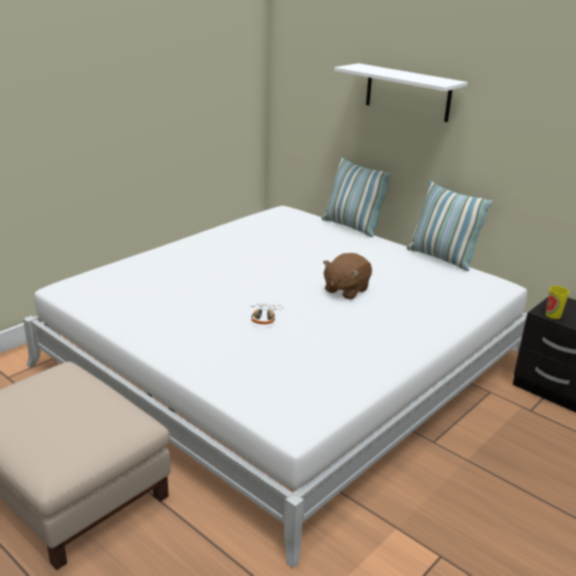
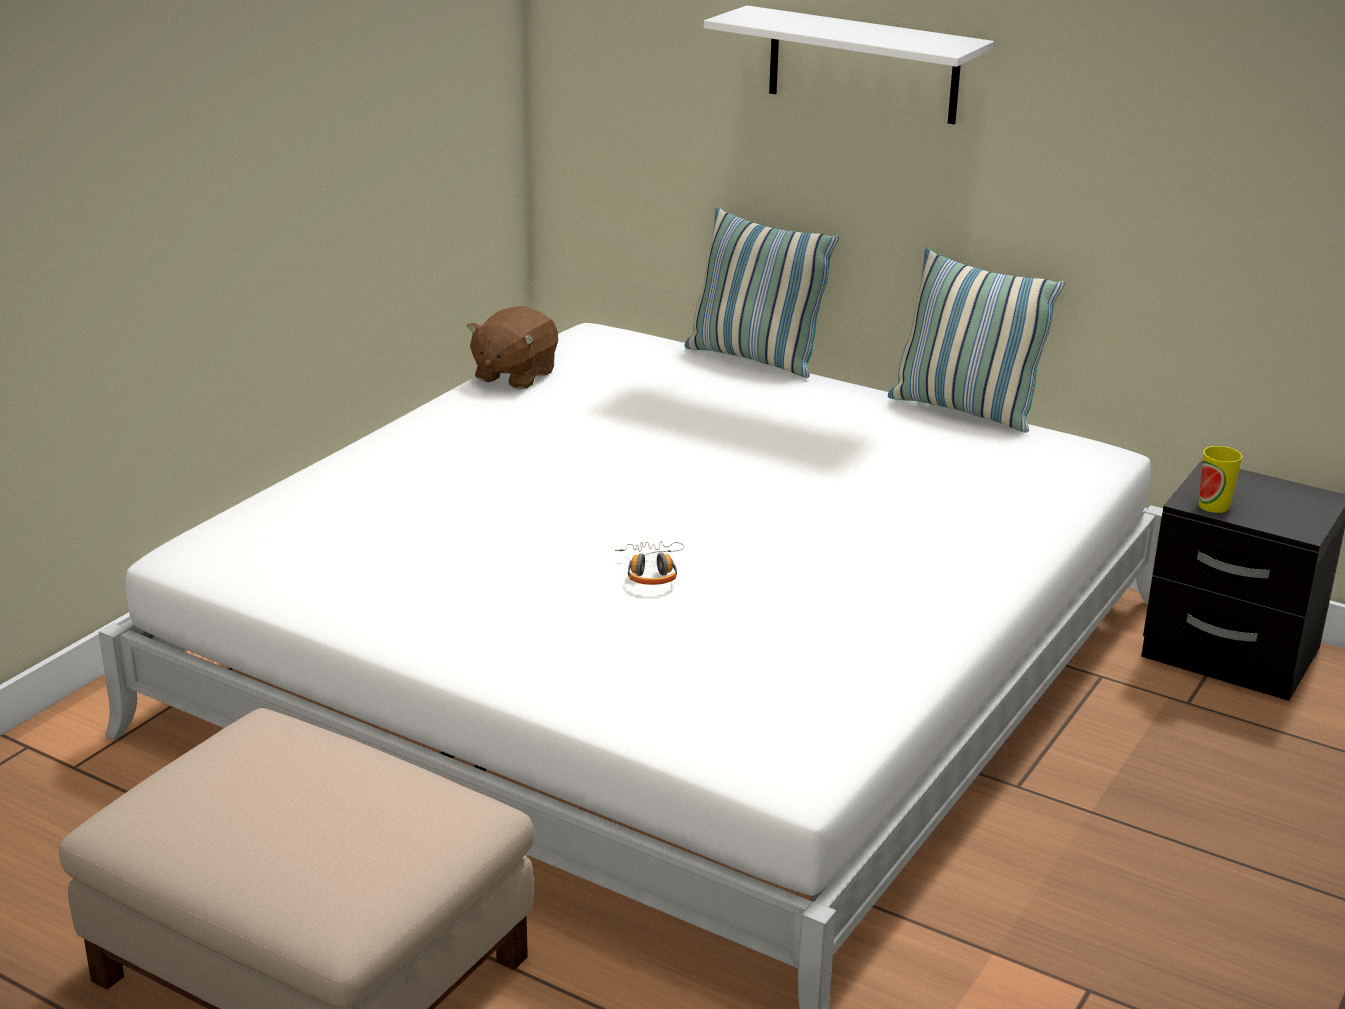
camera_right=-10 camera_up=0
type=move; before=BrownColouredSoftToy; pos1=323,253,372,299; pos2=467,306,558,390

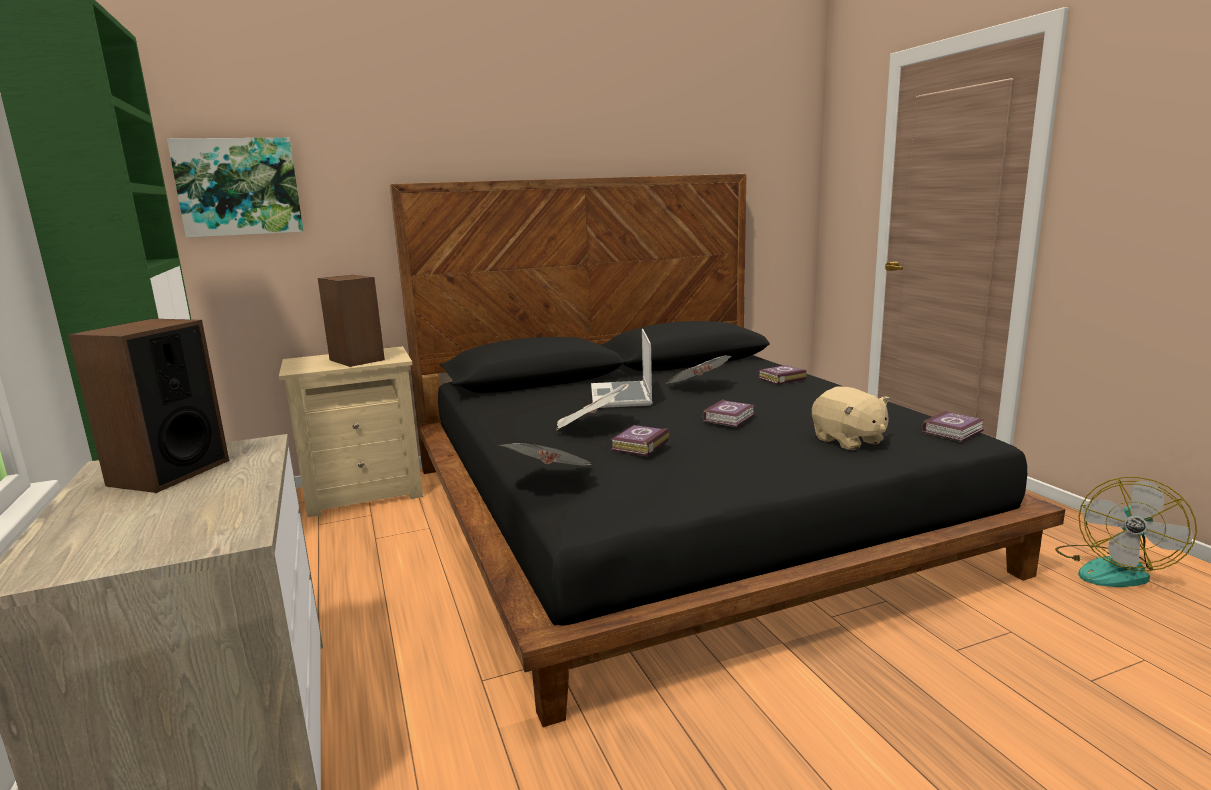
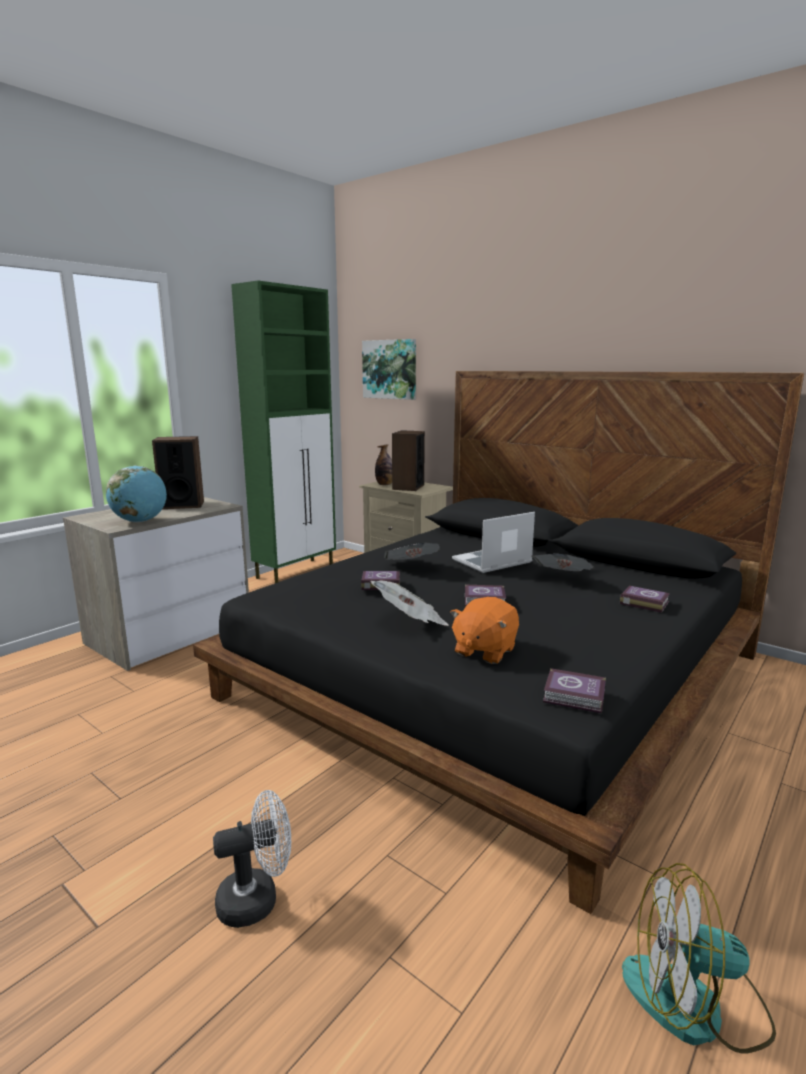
camera_right=60 camera_up=0
type=insert; after=WorldGlobe; pos2=106,465,167,523
type=insert; after=WhitishCoolingFan; pos2=213,790,291,928
type=insert; after=Bottle; pos2=375,444,392,485
type=move; before=DailyPaper; pos1=499,443,591,465; pos2=370,580,449,626
type=recolor; before=BeigeSoftToy; after=OrangeySoftToy; pos1=812,386,890,451; pos2=450,597,519,664

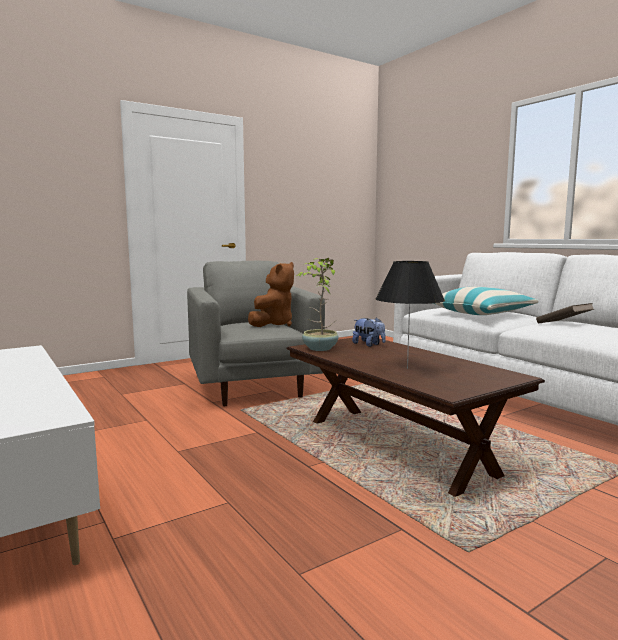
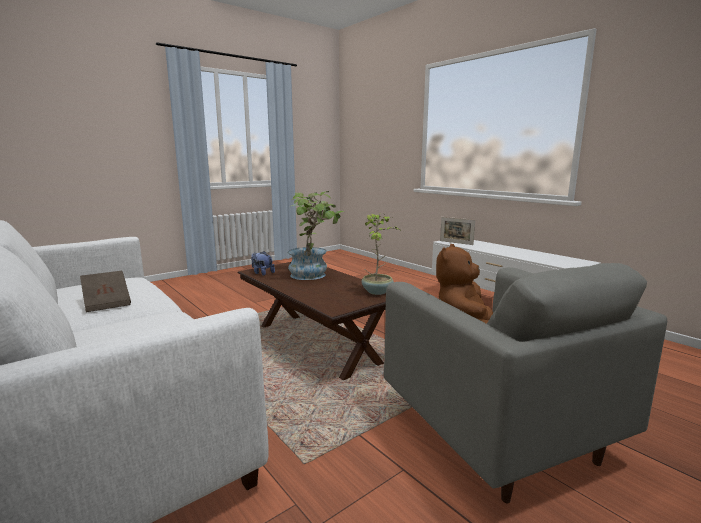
camera_right=175 camera_up=5
type=delete; before=Cushion; pos1=433,287,538,315
type=insert; after=PictureFrame; pos2=440,217,475,245
type=move; before=SoftToy; pos1=352,317,386,347; pos2=251,251,275,276
type=replace; before=BlackColouredTabletopLamp; after=PlantInAPot; pos1=376,261,445,369; pos2=288,191,346,280

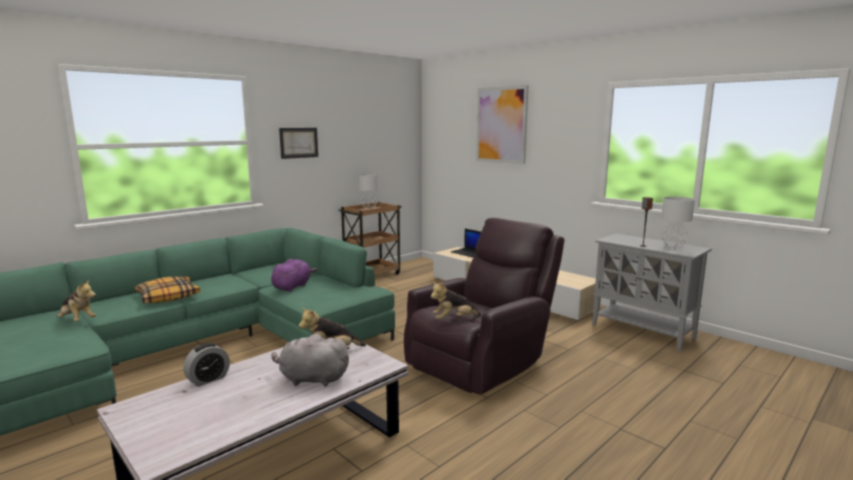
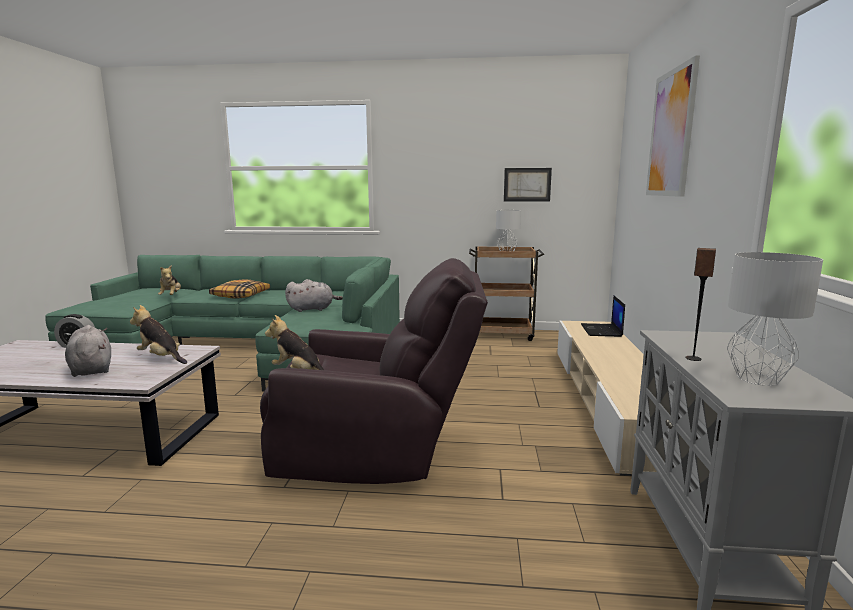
camera_right=50 camera_up=0
type=move; before=WallArt; pos1=279,128,318,159; pos2=504,168,552,201
type=recolor; before=PurplishSoftToy; after=GreyishSoftToy; pos1=271,259,318,292; pos2=285,279,343,312

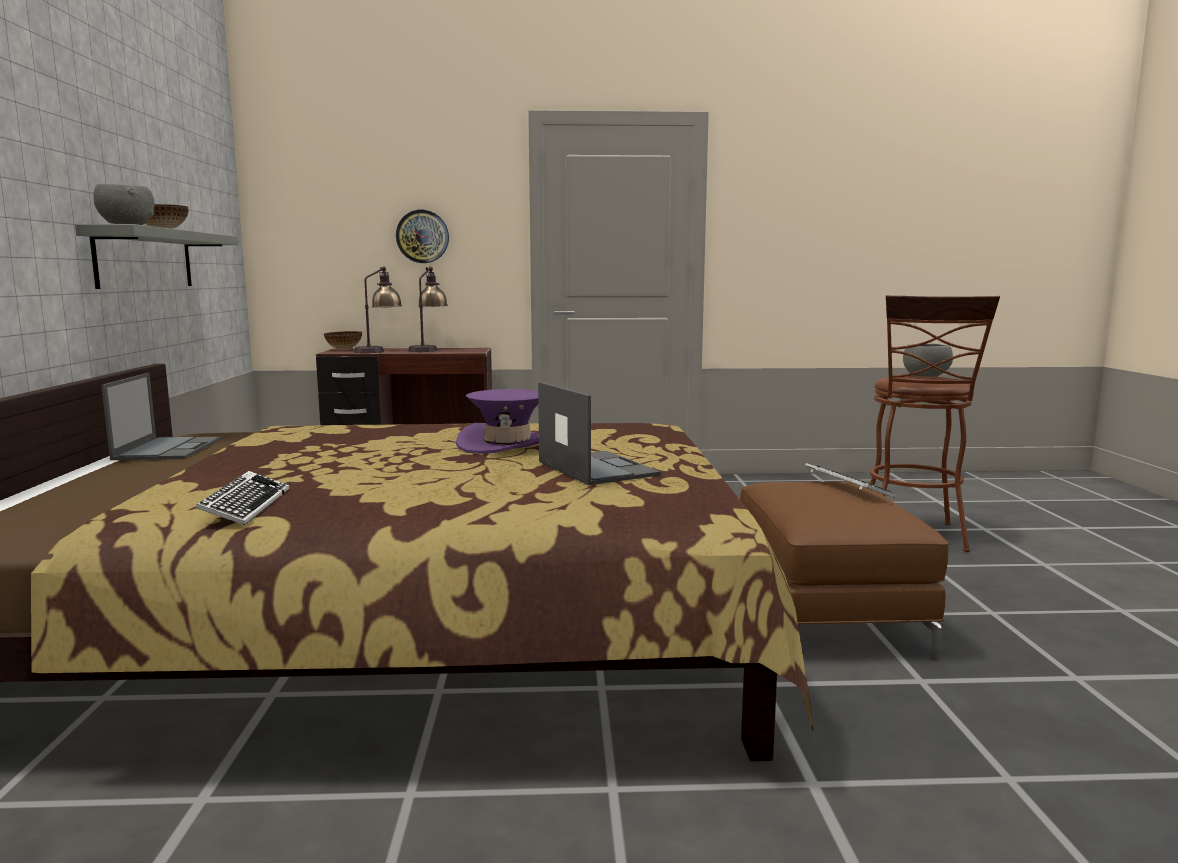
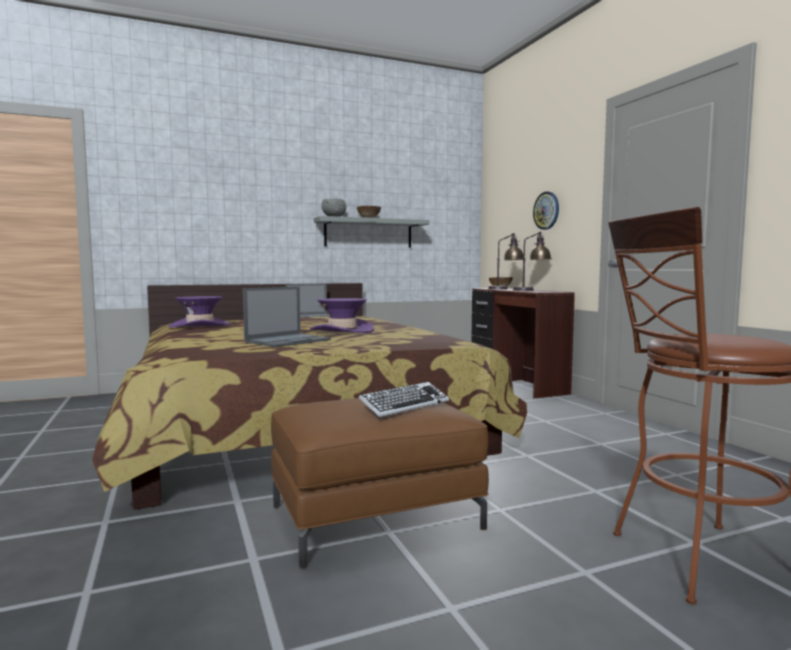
camera_right=70 camera_up=-5
type=delete; before=GreyishServingBowl; pos1=903,344,953,377
type=replace; before=PcKeyboard; after=PurplishWearableHat; pos1=196,471,289,525; pos2=169,296,230,328

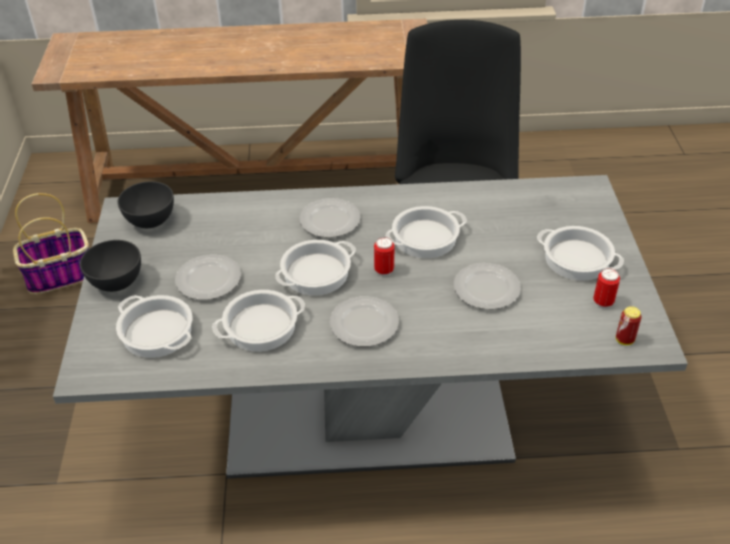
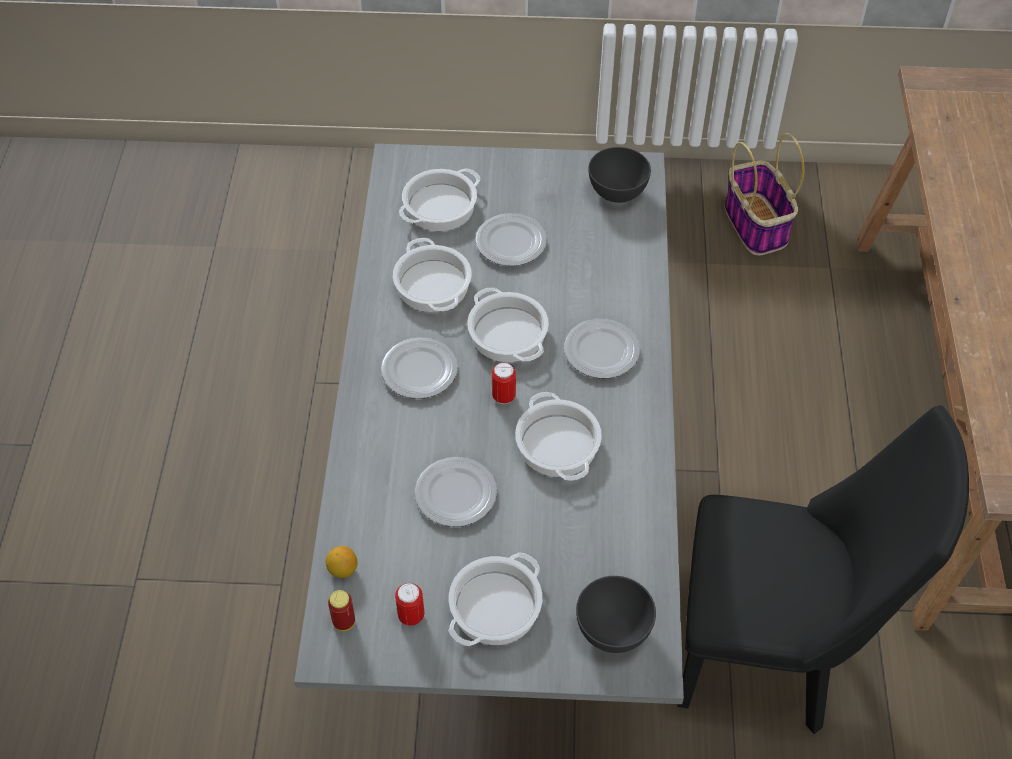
camera_right=95 camera_up=10
type=insert; after=WholeLemon; pos2=326,546,358,578
type=move; before=GreyishServingBowl; pos1=80,240,141,292; pos2=576,576,656,653

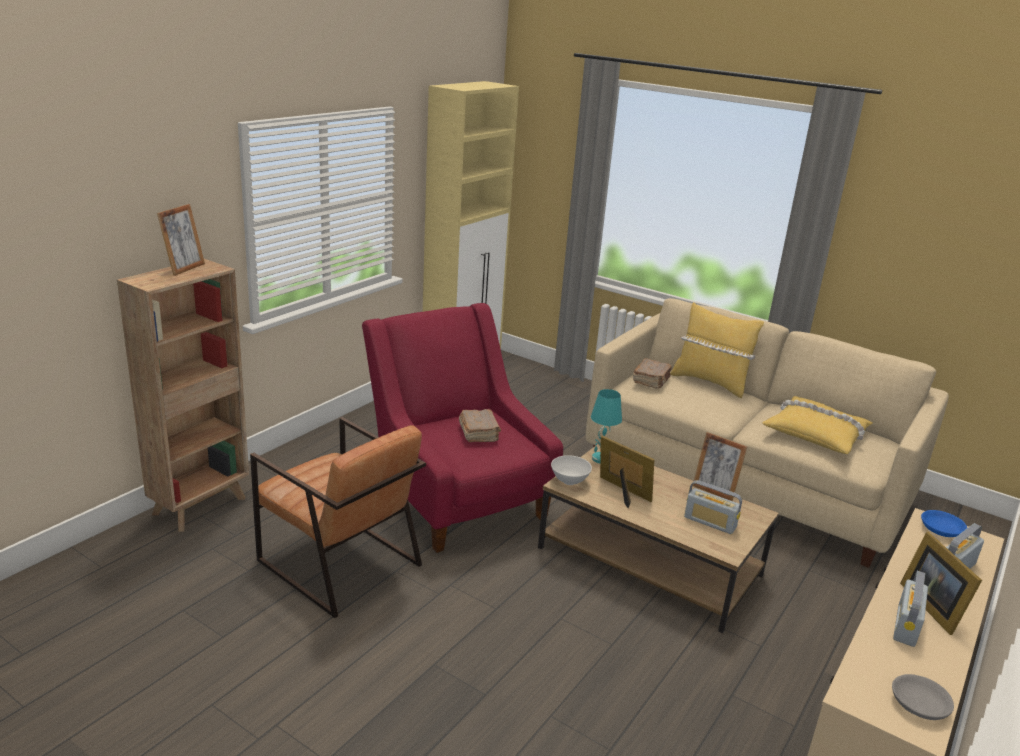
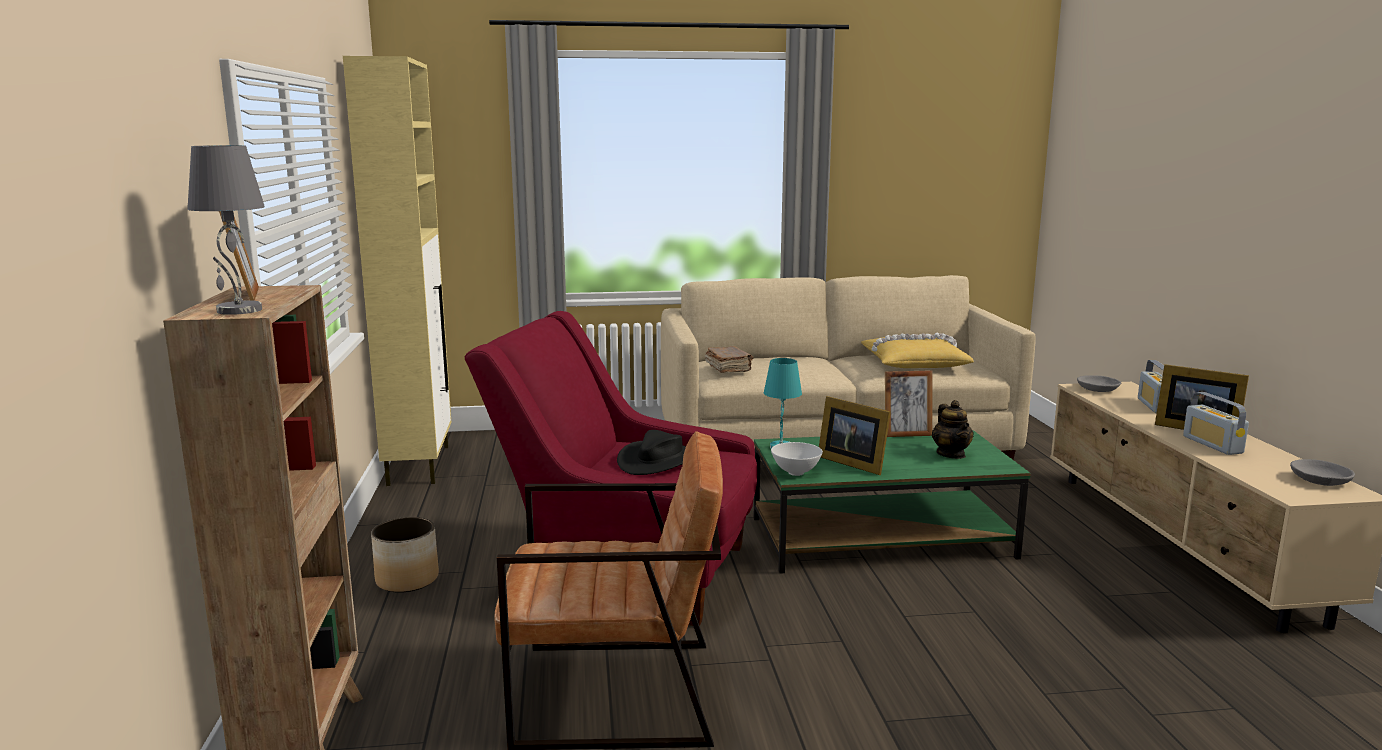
camera_right=-40 camera_up=-10
type=delete; before=YellowCushion; pos1=670,302,764,398
type=insert; after=GreyishTabletopLamp; pos2=187,145,265,315
type=insert; after=PlantPot; pos2=371,517,439,593
type=replace; before=BrownColouredVolume; after=BlackColouredWearableHat; pos1=459,409,501,442; pos2=617,430,686,475
type=replace; before=RadioReceiver; after=Teapot; pos1=684,480,742,534; pos2=932,400,974,459
type=recolor; before=BrownColouredCoffeeTable; after=GreenColouredCoffeeTable; pos1=538,445,779,633; pos2=754,430,1031,574
type=recolor; before=BluishServingBowl; after=GreyishServingBowl; pos1=921,510,967,537; pos2=1077,375,1122,392
type=rotate; before=PictureFrame; pos1=600,436,654,508; pos2=819,396,891,475; turn=-135

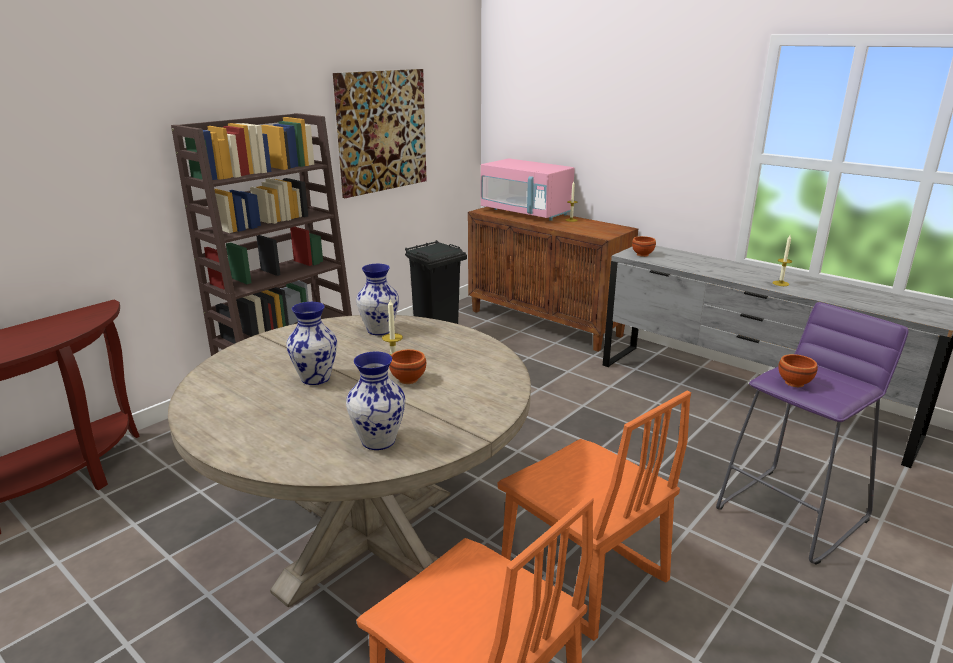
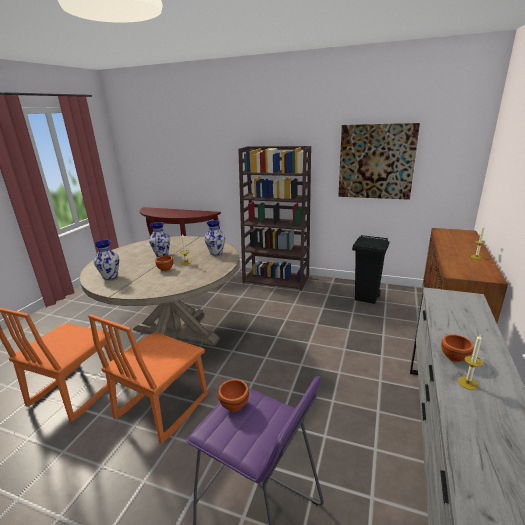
camera_right=70 camera_up=0
type=delete; before=PinkColouredMicrowave; pos1=481,158,575,221
type=move; before=BrownColouredServingBowl; pos1=632,236,656,257; pos2=441,334,473,363

